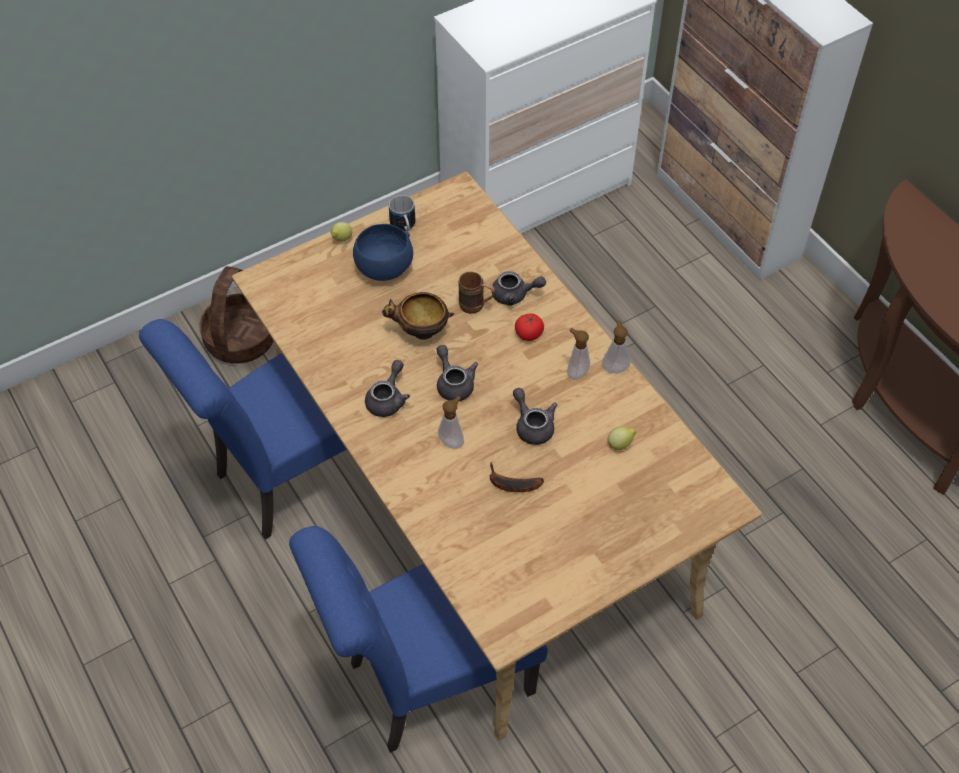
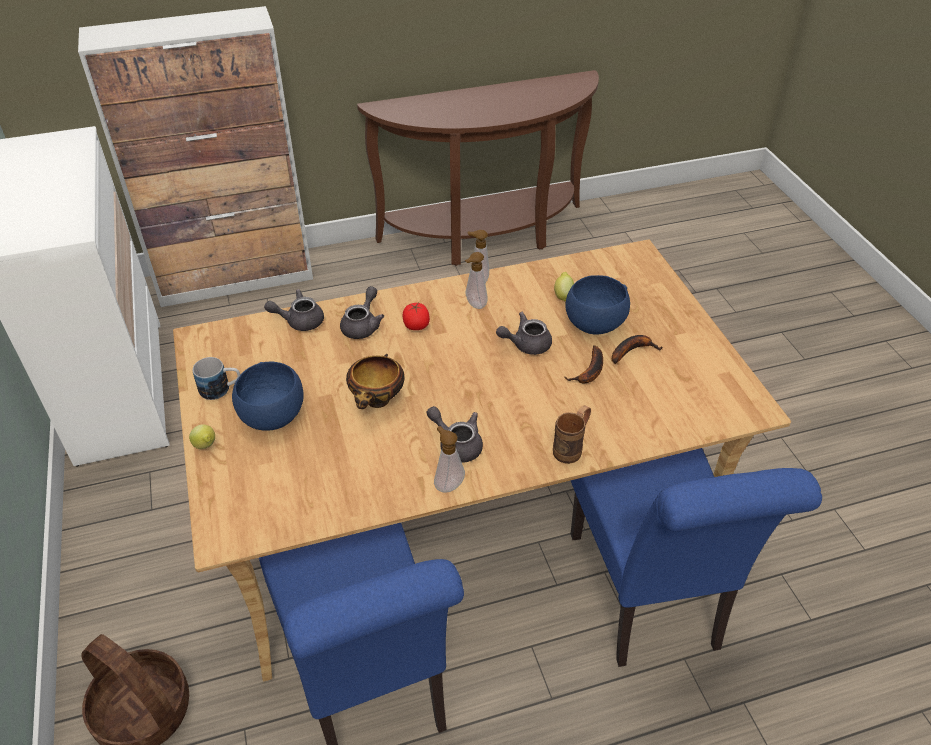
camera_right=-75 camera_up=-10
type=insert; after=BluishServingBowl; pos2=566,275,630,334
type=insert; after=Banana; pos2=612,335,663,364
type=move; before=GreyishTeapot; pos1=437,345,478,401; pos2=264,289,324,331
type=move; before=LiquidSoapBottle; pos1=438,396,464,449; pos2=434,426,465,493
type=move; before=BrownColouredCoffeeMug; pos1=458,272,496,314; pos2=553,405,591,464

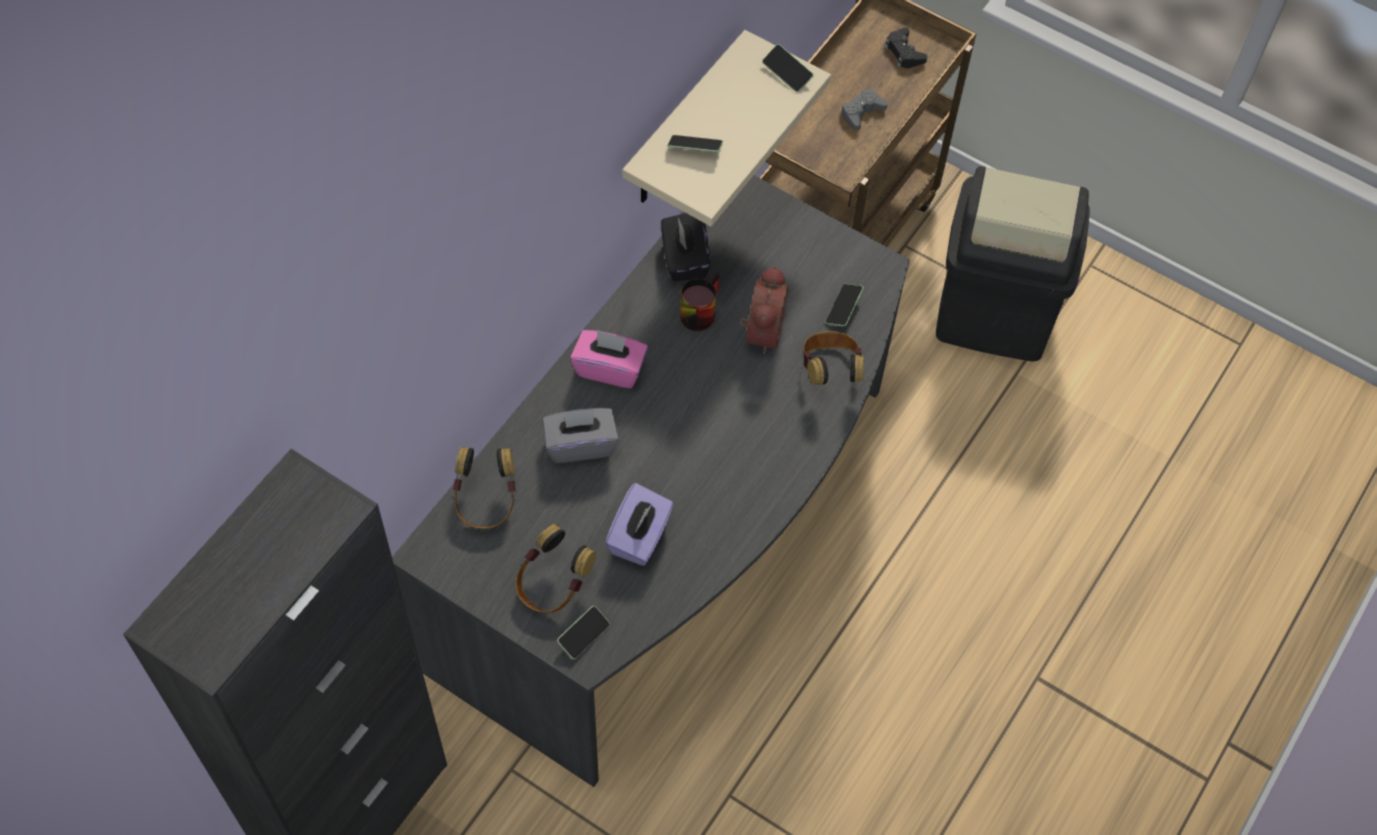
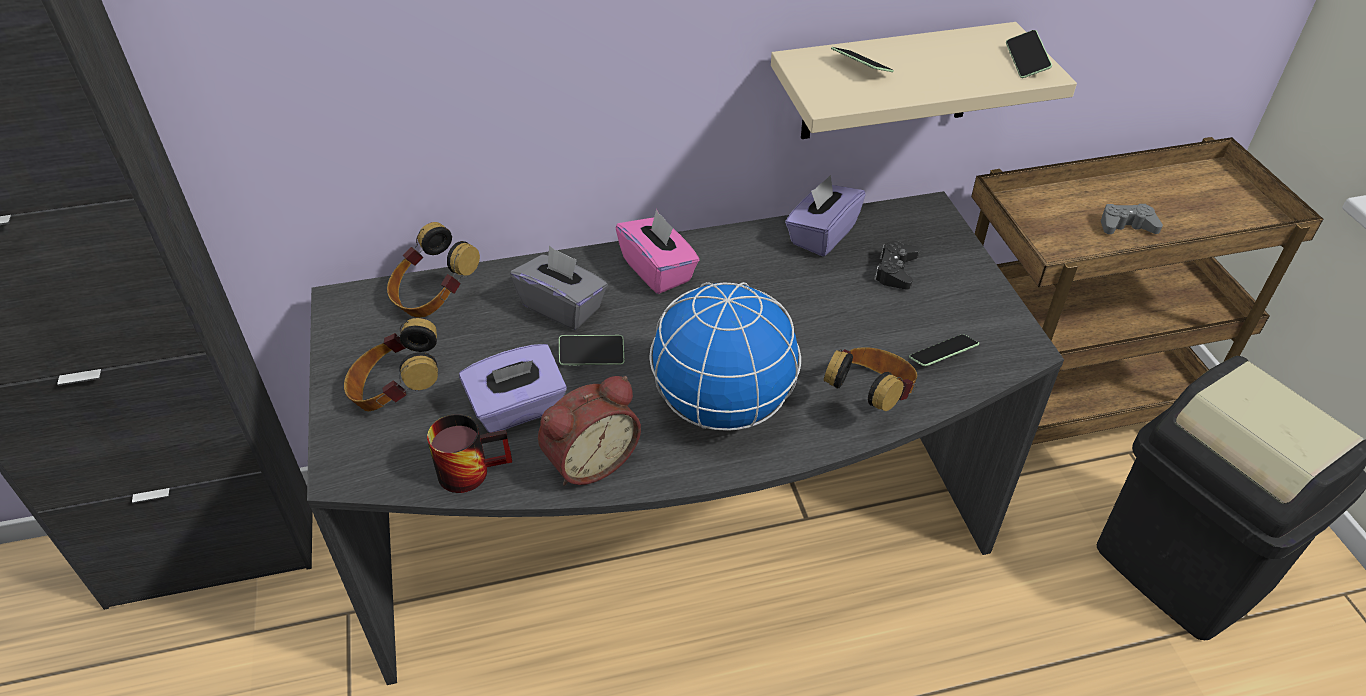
camera_right=45 camera_up=-15
type=insert; after=WorldGlobe; pos2=649,282,801,431
type=move; before=Handset; pos1=557,606,610,659; pos2=559,335,625,365
type=move; before=CoffeeMug; pos1=680,273,719,331; pos2=427,414,512,493
type=move; before=TableClock; pos1=740,266,789,354; pos2=538,376,641,486
type=move; before=BlackColouredGamepad; pos1=885,27,927,68; pos2=874,241,920,290
type=recolor; before=BlackColouredTissueHolder; after=PurplishTissueHolder; pos1=661,213,710,281; pos2=785,175,865,257

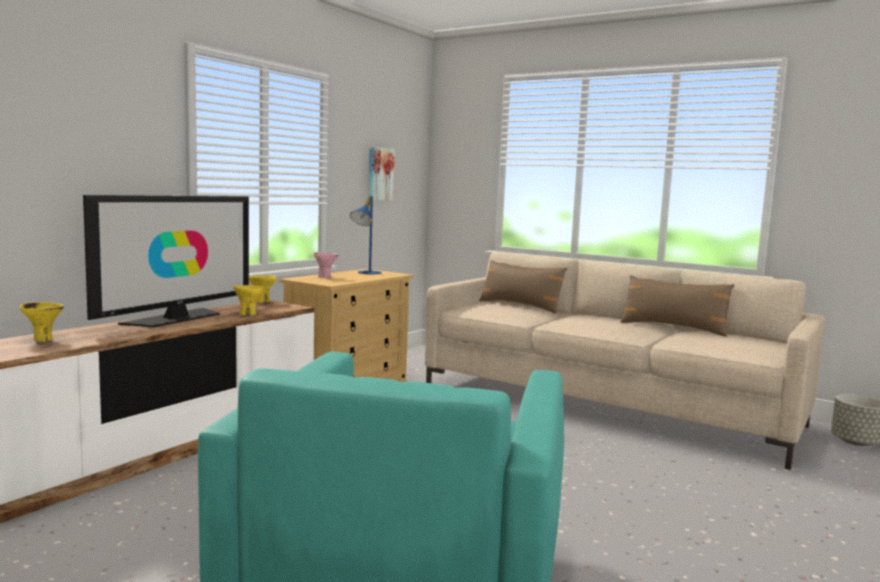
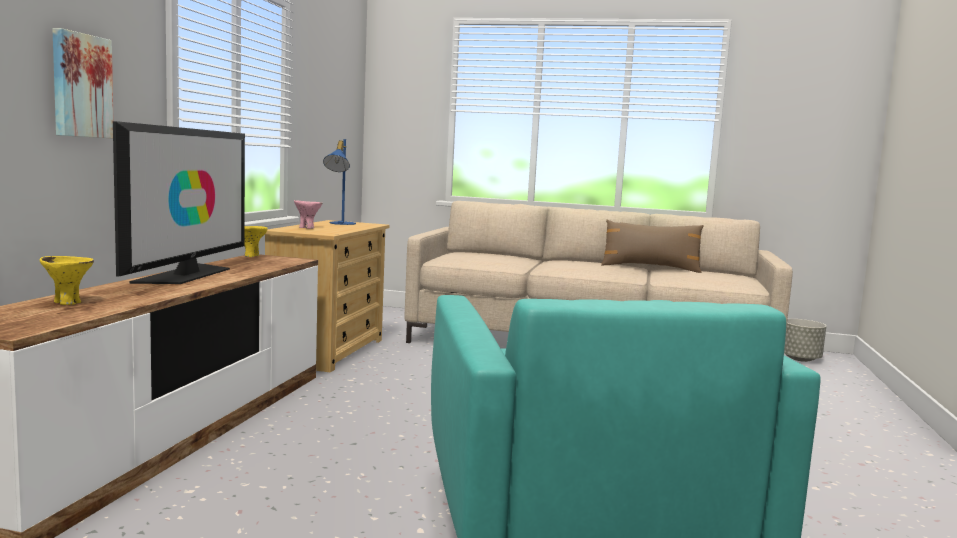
camera_right=-20 camera_up=0
type=delete; before=YellowServingBowl; pos1=233,285,264,316
type=delete; before=BrownColouredCushion; pos1=479,260,567,314
type=move; before=WallArt; pos1=368,147,395,201; pos2=52,28,114,138

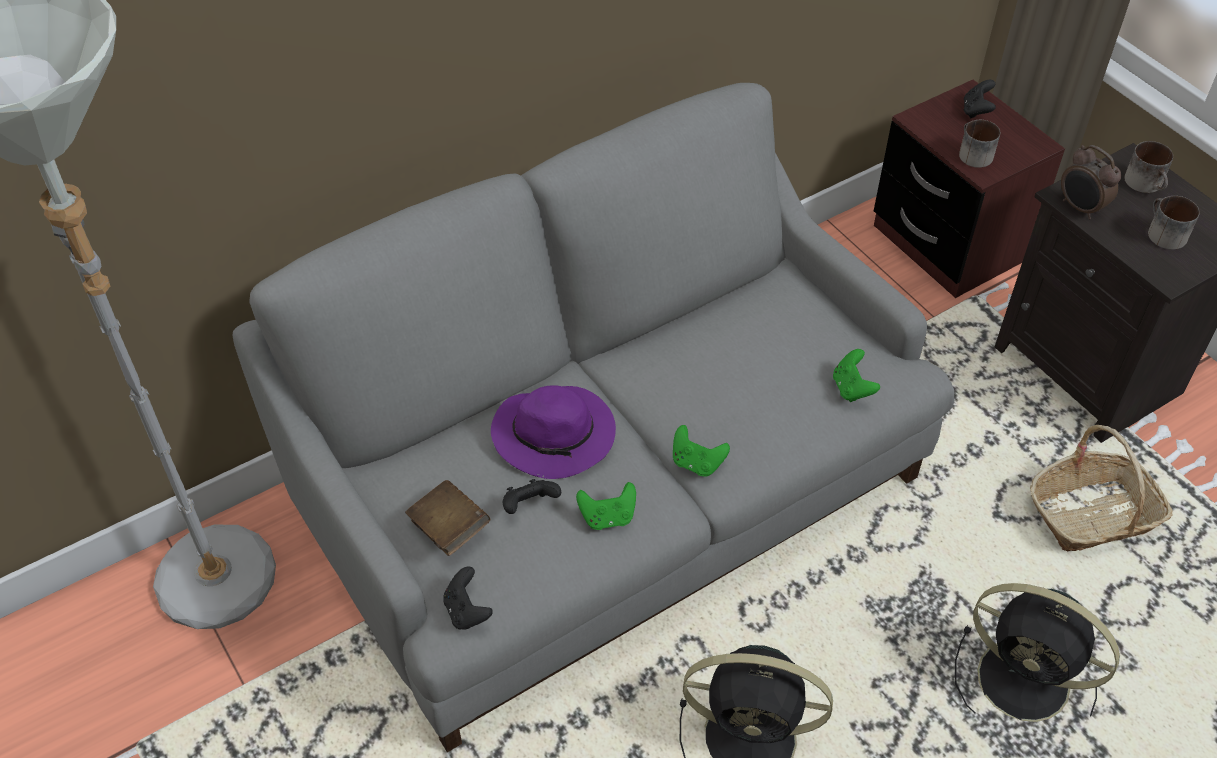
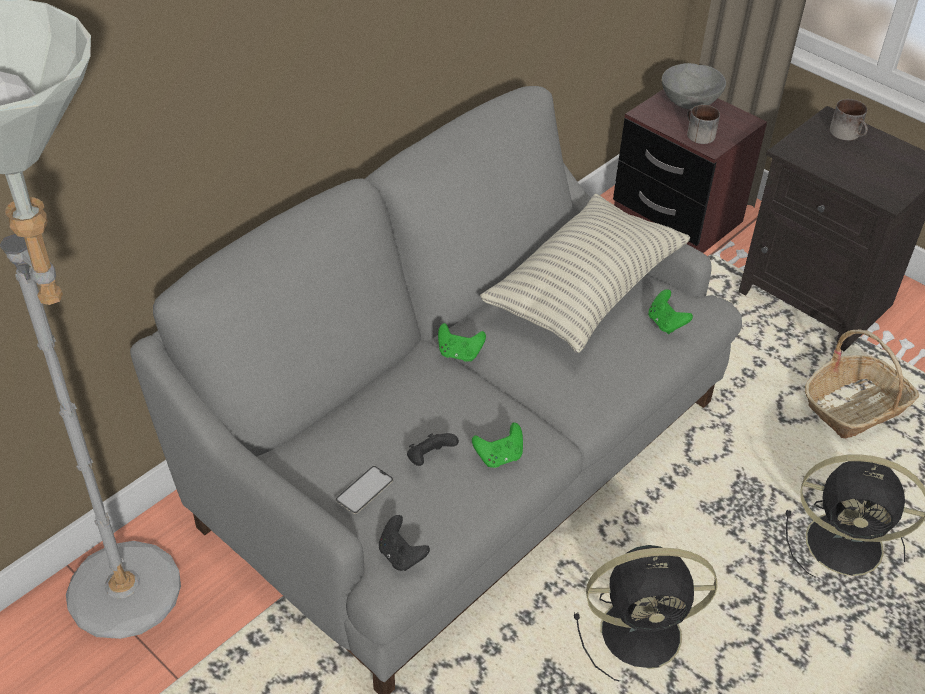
camera_right=-15 camera_up=-5
type=delete; before=PurplishWearableHat; pos1=491,385,616,479
type=delete; before=TableClock; pos1=1061,145,1121,219
type=delete; before=CoffeeMug; pos1=1148,196,1200,250
type=insert; after=Cushion; pos2=480,194,690,353
type=move; before=GreenColouredGamepad; pos1=673,425,730,476; pos2=438,323,486,362
type=replace; before=BrownColouredVolume; after=Handset; pos1=405,480,490,556; pos2=336,466,393,514
type=replace; before=BlackColouredGamepad; after=GreyishServingBowl; pos1=964,79,996,119; pos2=662,63,726,109

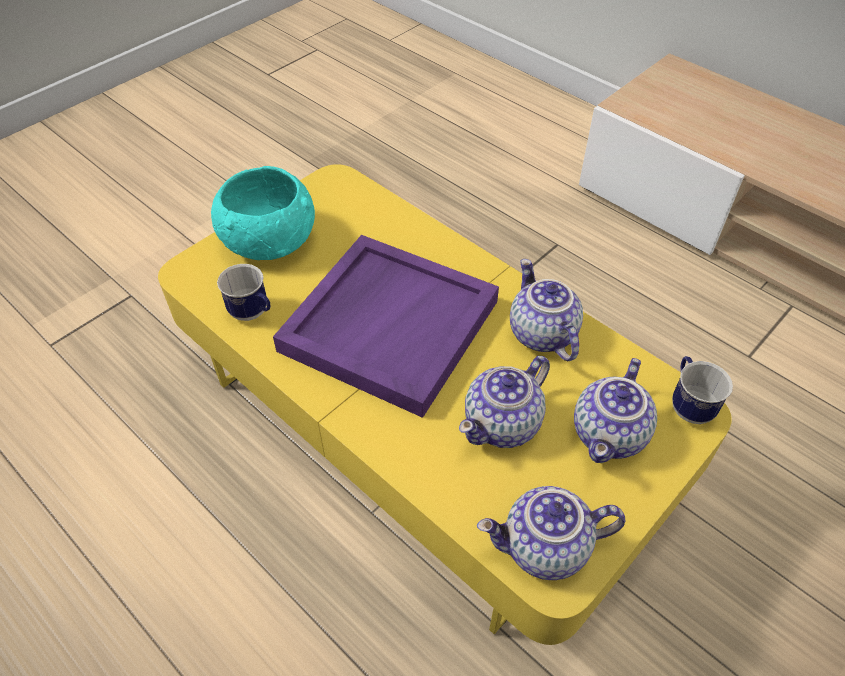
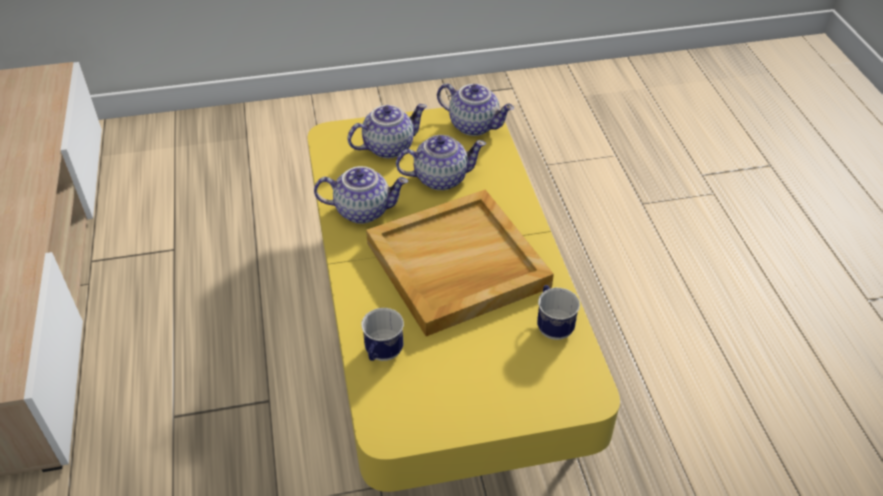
camera_right=-145 camera_up=-5
type=delete; before=BlueGreenServingBowl; pos1=211,166,315,260
type=move; before=CoffeeMug; pos1=672,356,733,424; pos2=361,308,404,361
type=recolor; before=PurplishCarryingTray; after=BeigeCarryingTray; pos1=273,235,499,418; pos2=366,190,554,336
type=rotate; before=Teapot; pos1=510,259,583,361; pos2=314,166,408,224; turn=-105

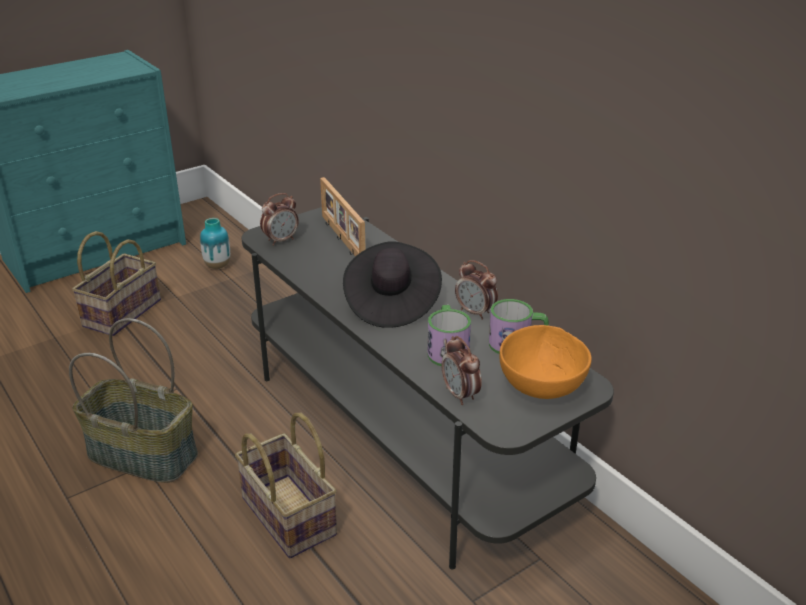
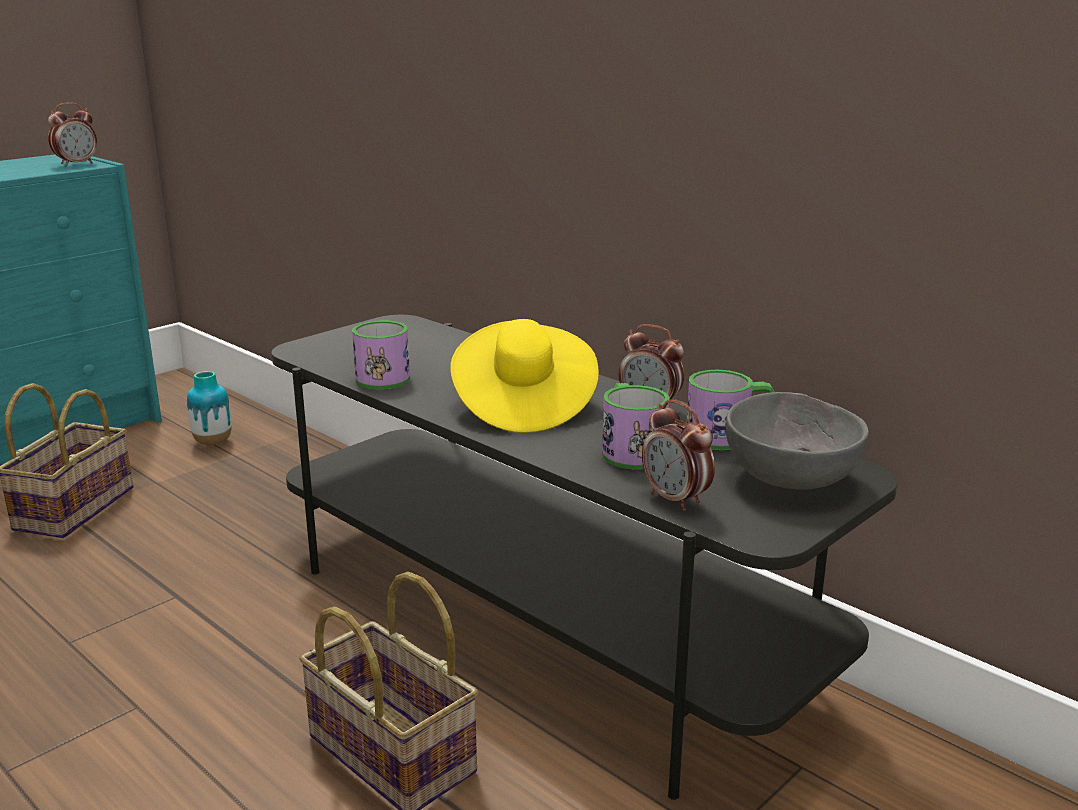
camera_right=-10 camera_up=-10
type=delete; before=HouseholdBasket; pos1=69,318,198,483
type=delete; before=PictureFrame; pos1=320,177,366,257
type=insert; after=CoffeeMug; pos2=352,320,410,390
type=move; before=TableClock; pos1=260,193,299,246; pos2=48,102,97,166
type=recolor; before=BlackColouredWearableHat; after=YellowWearableHat; pos1=343,241,442,328; pos2=450,319,599,433
type=recolor; before=OrangeyServingBowl; after=GreyishServingBowl; pos1=499,325,592,399; pos2=725,392,869,490

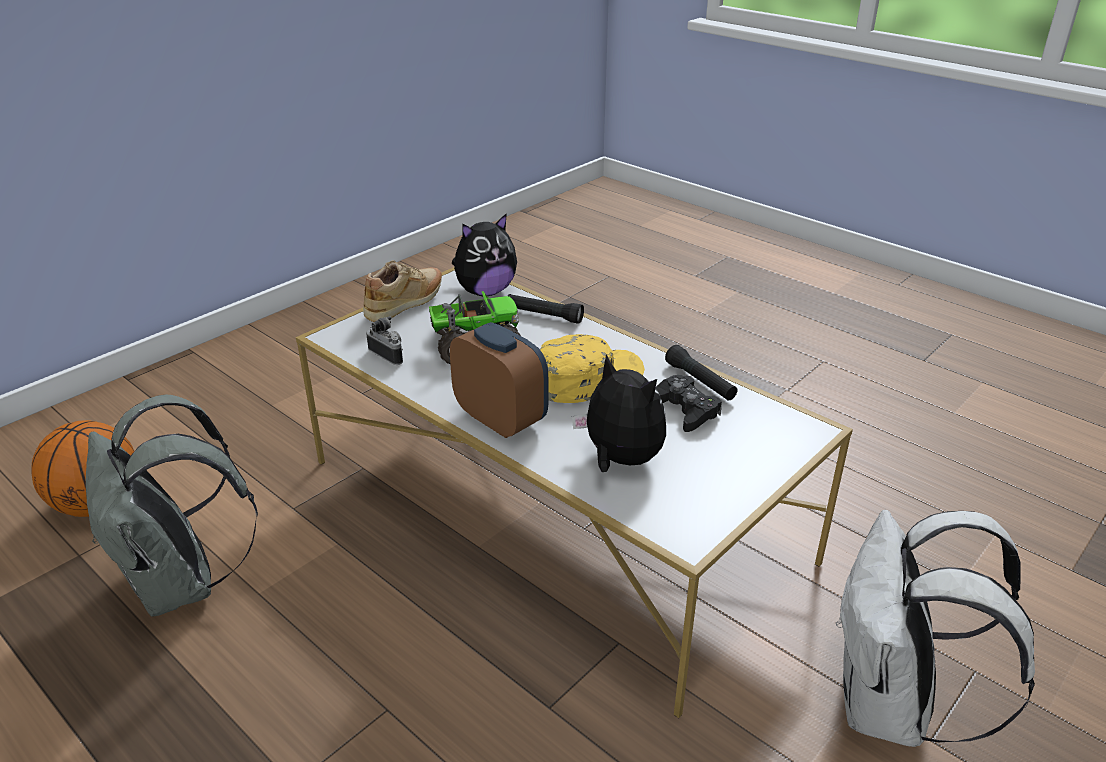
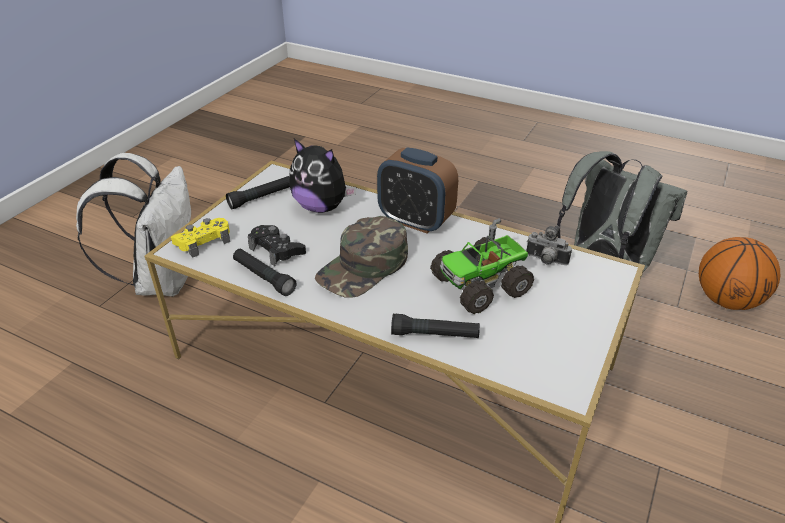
camera_right=165 camera_up=5
type=delete; before=BeigeItemOfFootwear; pos1=363,260,442,322
type=delete; before=SoftToy; pos1=452,213,517,296
type=insert; after=YellowGamepad; pos2=171,218,230,258
type=insert; after=BlackColouredFlashlight; pos2=226,176,290,209
type=recolor; before=YellowBaseballCap; after=GreenColouredBaseballCap; pos1=540,334,645,403; pos2=315,216,408,298

